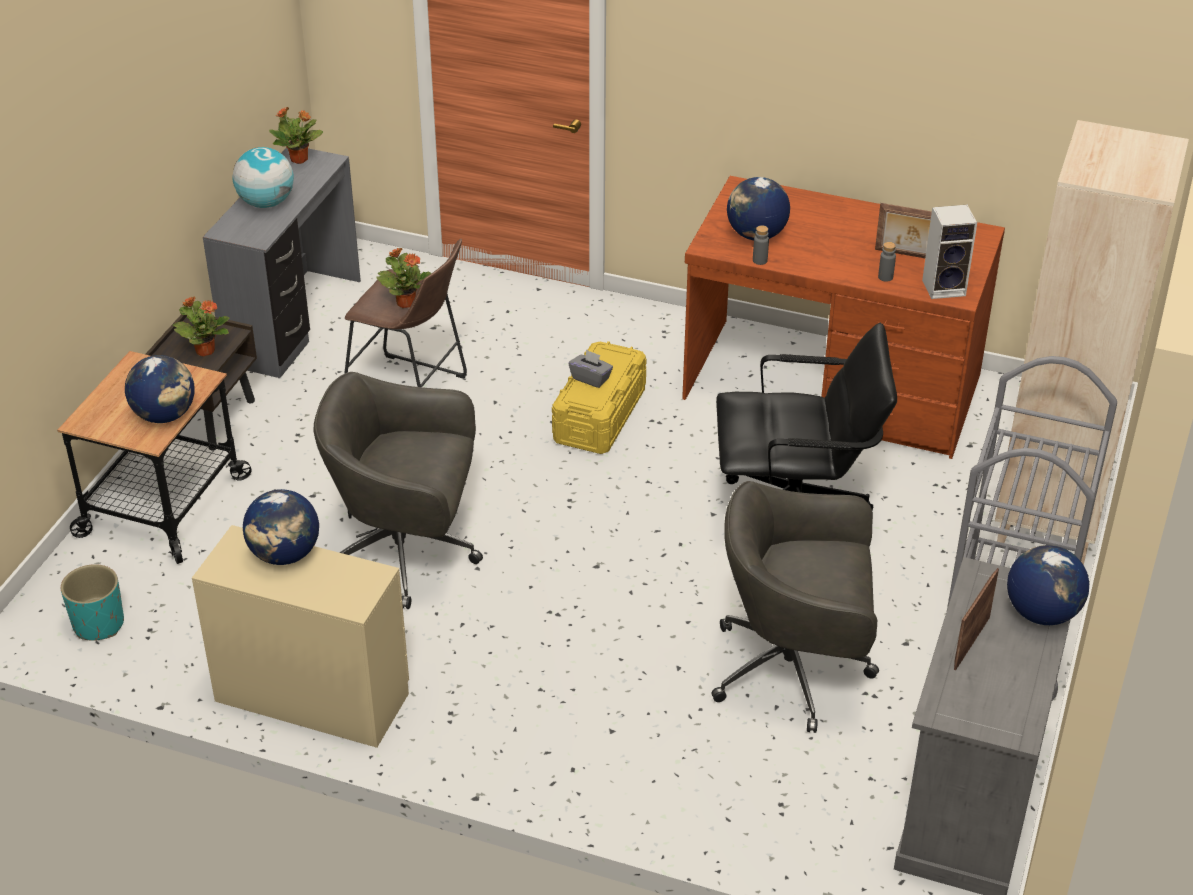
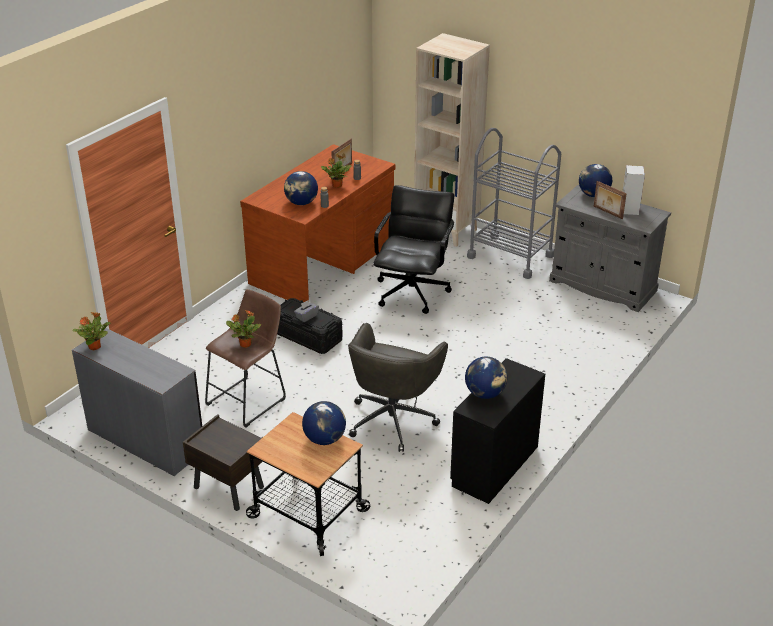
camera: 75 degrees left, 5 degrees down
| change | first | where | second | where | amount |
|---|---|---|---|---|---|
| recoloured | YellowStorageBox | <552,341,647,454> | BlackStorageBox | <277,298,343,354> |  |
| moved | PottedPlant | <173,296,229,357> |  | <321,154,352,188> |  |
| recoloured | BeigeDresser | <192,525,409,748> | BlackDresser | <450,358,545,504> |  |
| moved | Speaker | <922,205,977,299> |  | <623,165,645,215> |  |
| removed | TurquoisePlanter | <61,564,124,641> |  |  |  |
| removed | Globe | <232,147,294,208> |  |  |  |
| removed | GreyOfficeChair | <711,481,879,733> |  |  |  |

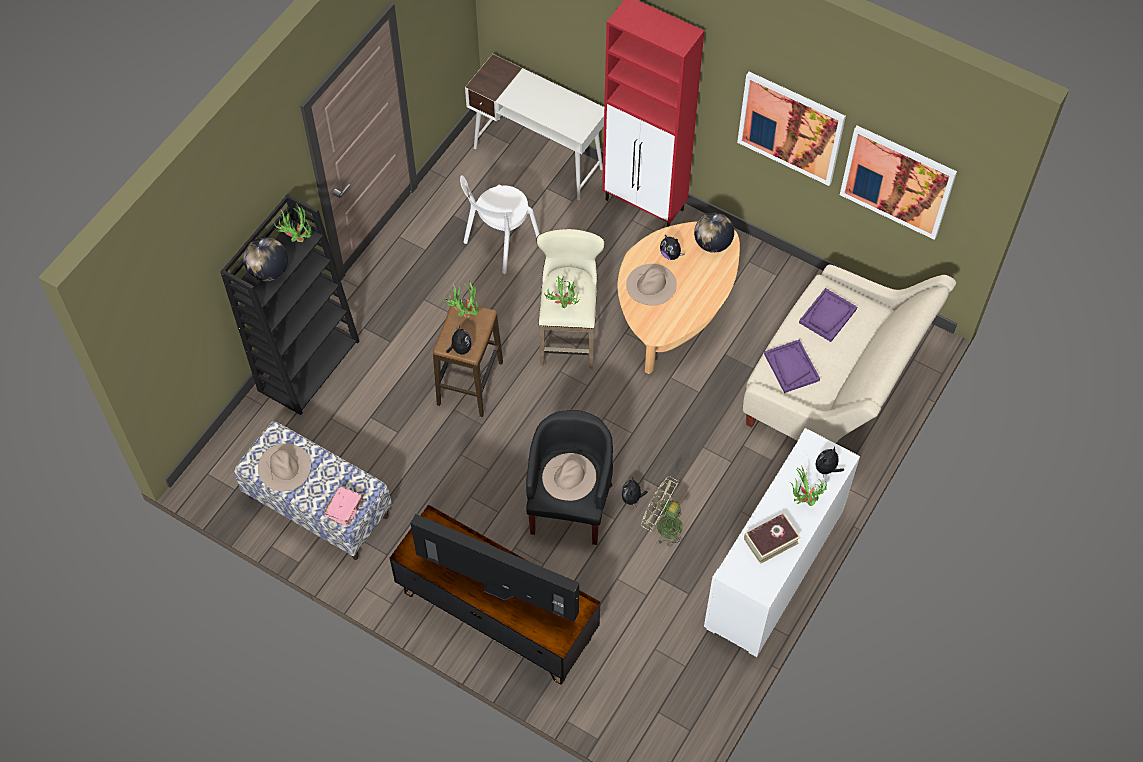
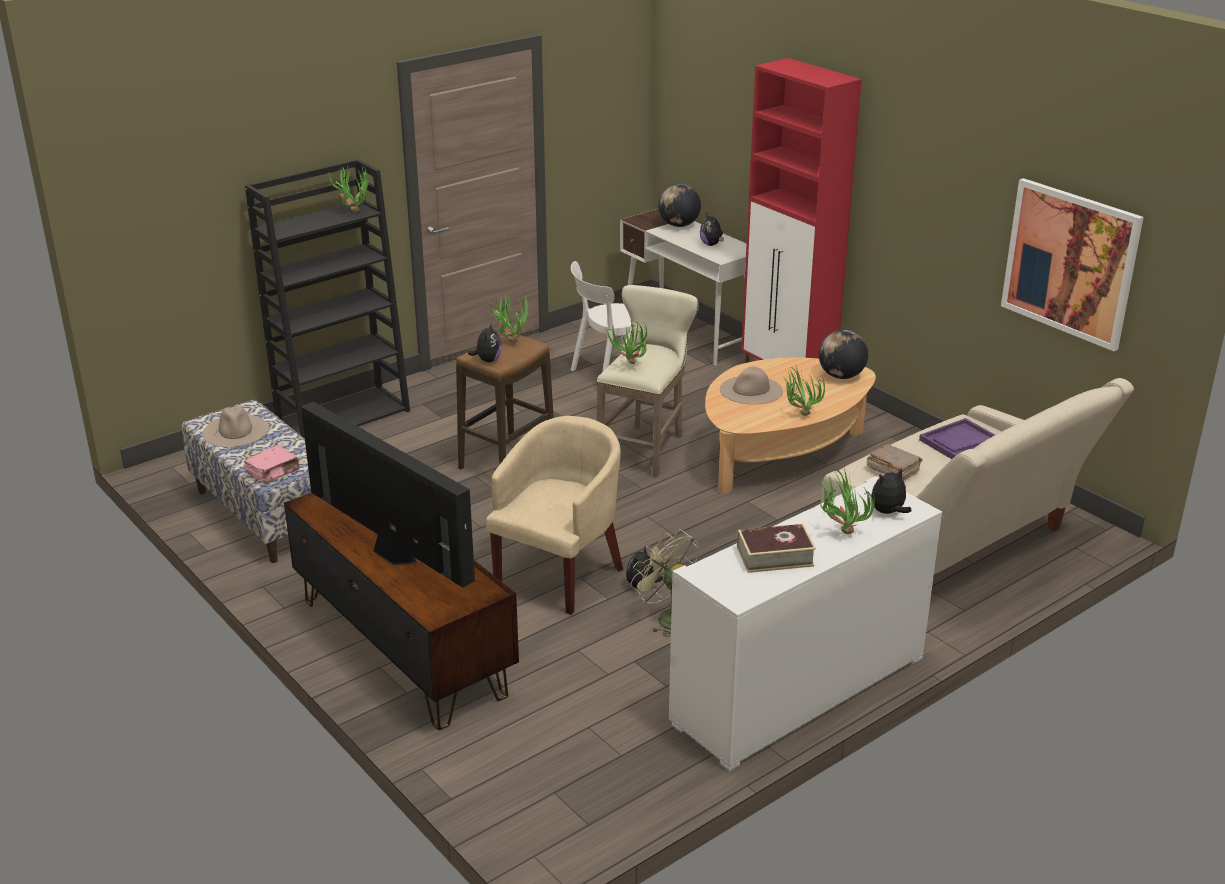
camera: 20 degrees right, 30 degrees down
| change | first | where | second | where | amount |
|---|---|---|---|---|---|
| recoloured | BlackArmchair | <526,410,613,545> | BeigeArmchair | <486,416,623,615> |  |
| moved | Globe | <243,237,288,281> |  | <658,184,701,227> |  |
| moved | PlushToy | <660,235,684,260> |  | <700,212,724,246> |  |
| added |  |  | PottedPlant | <784,367,825,416> |  |
| replaced | PurpleTray | <764,340,820,393> | BrownBook | <867,444,923,480> |  |
| removed | BeigeHat | <542,453,596,501> |  |  |  |
| removed | Picture | <737,72,846,186> |  |  |  |

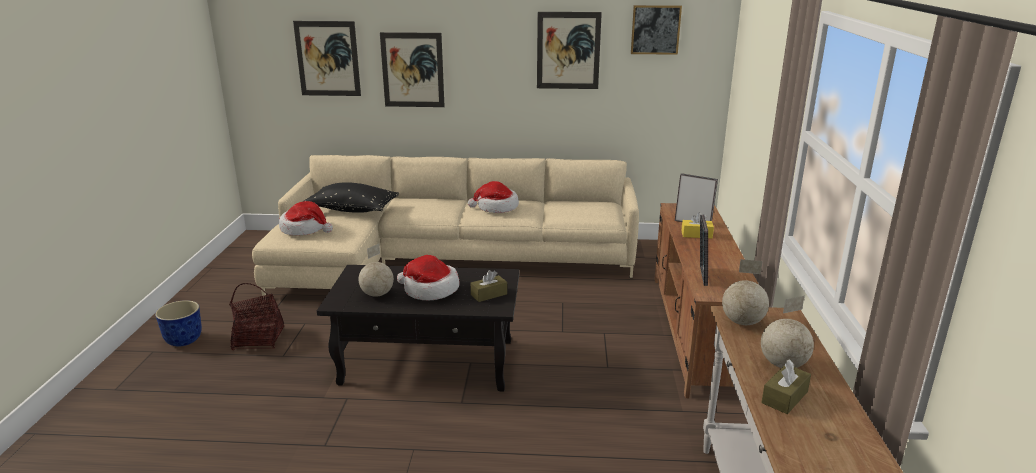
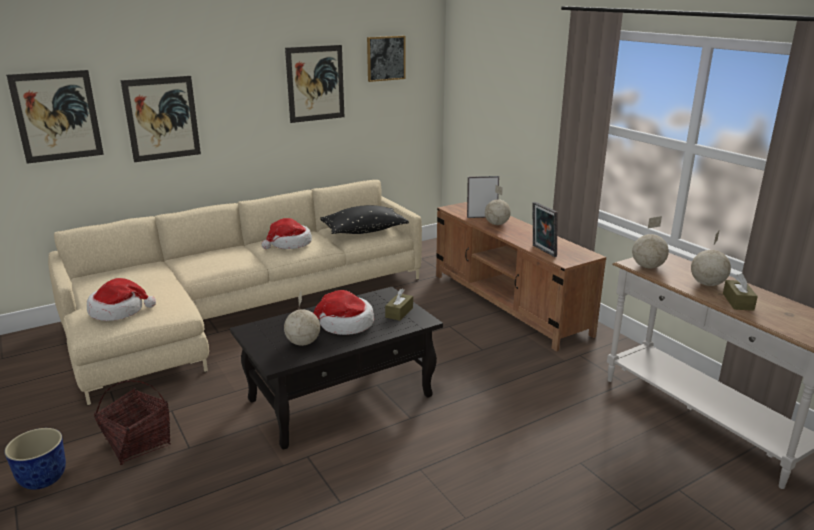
camera: 35 degrees left, 0 degrees up
| change | first | where | second | where | amount |
|---|---|---|---|---|---|
| moved | BlackPillow | <302,182,399,213> |  | <320,205,409,234> |  |
| replaced | YellowTissueBox | <682,212,714,238> | Globe | <485,185,511,225> |  |

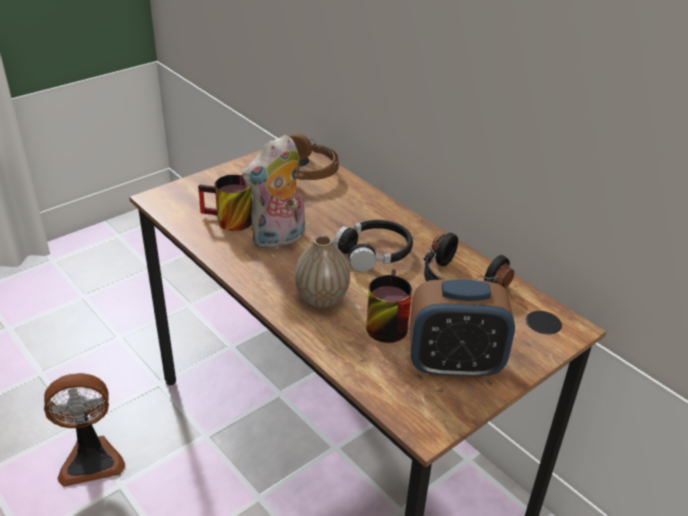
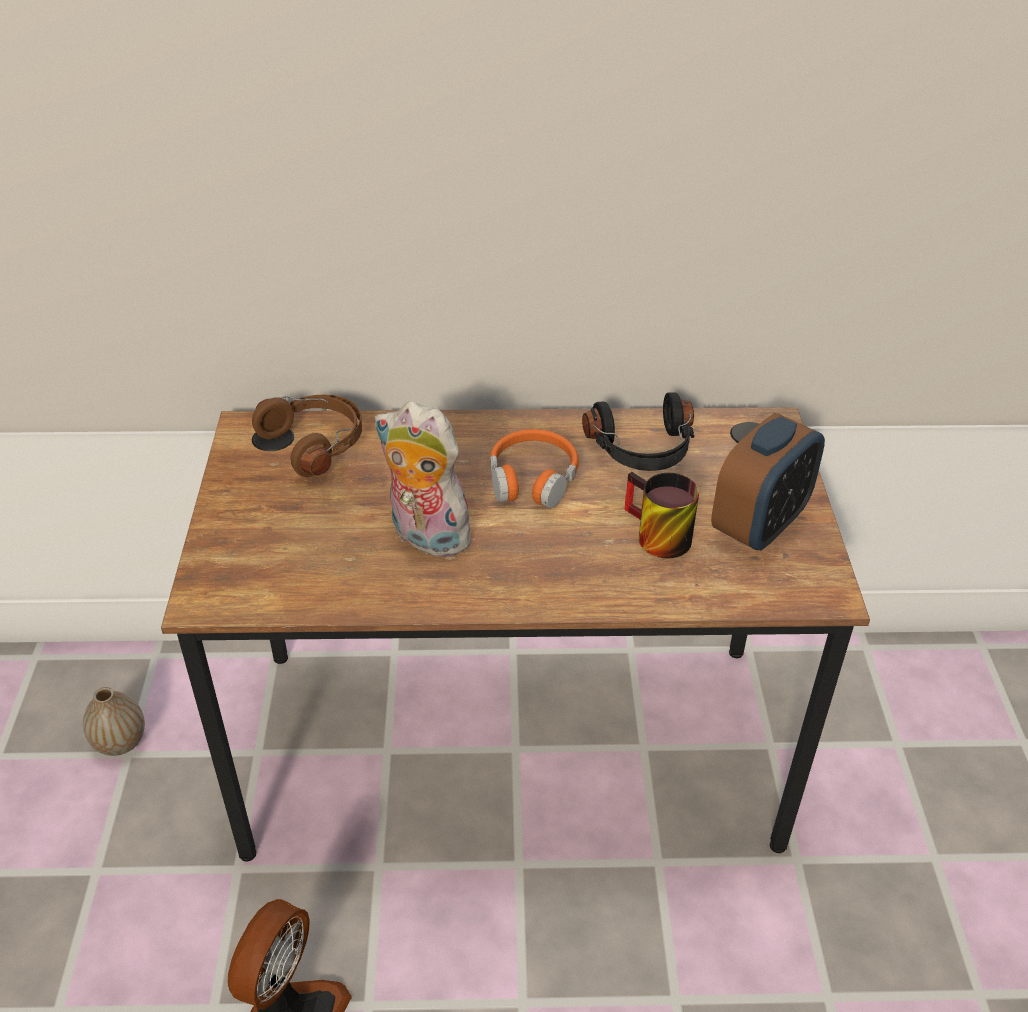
camera: 50 degrees left, 5 degrees up
| change | first | where | second | where | amount |
|---|---|---|---|---|---|
| moved | Vase | <295,235,350,308> |  | <83,687,145,756> |  |
| turned | PlushToy | <242,135,305,250> |  | <375,401,478,559> | 120 degrees clockwise |
| recoloured | BlackHeadphones | <334,220,413,272> | OrangeHeadphones | <490,429,579,508> |  |
| removed | Mug | <198,174,252,231> |  |  |  |

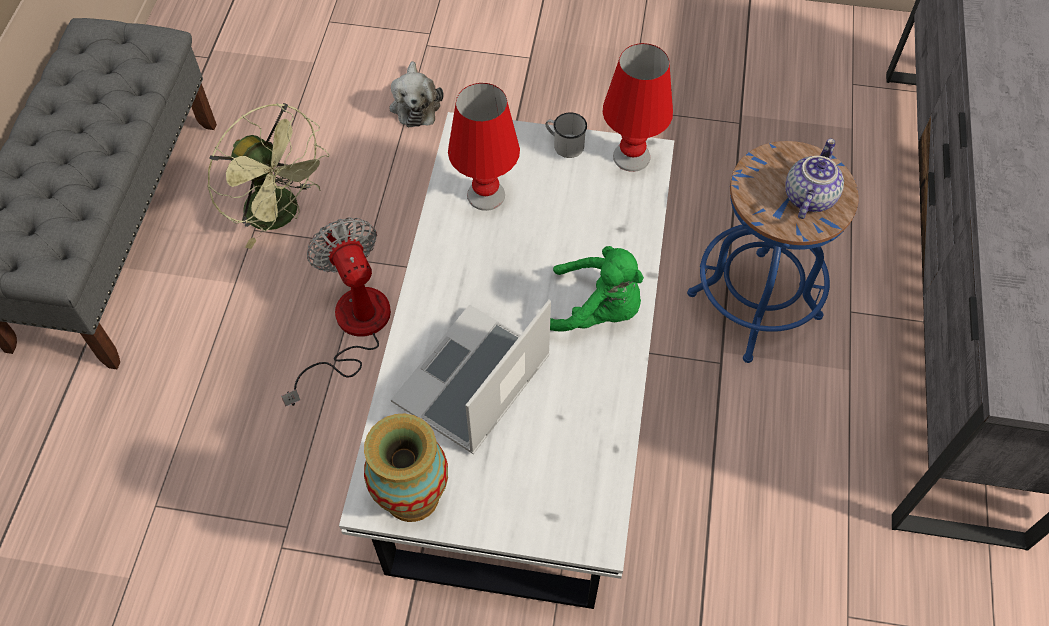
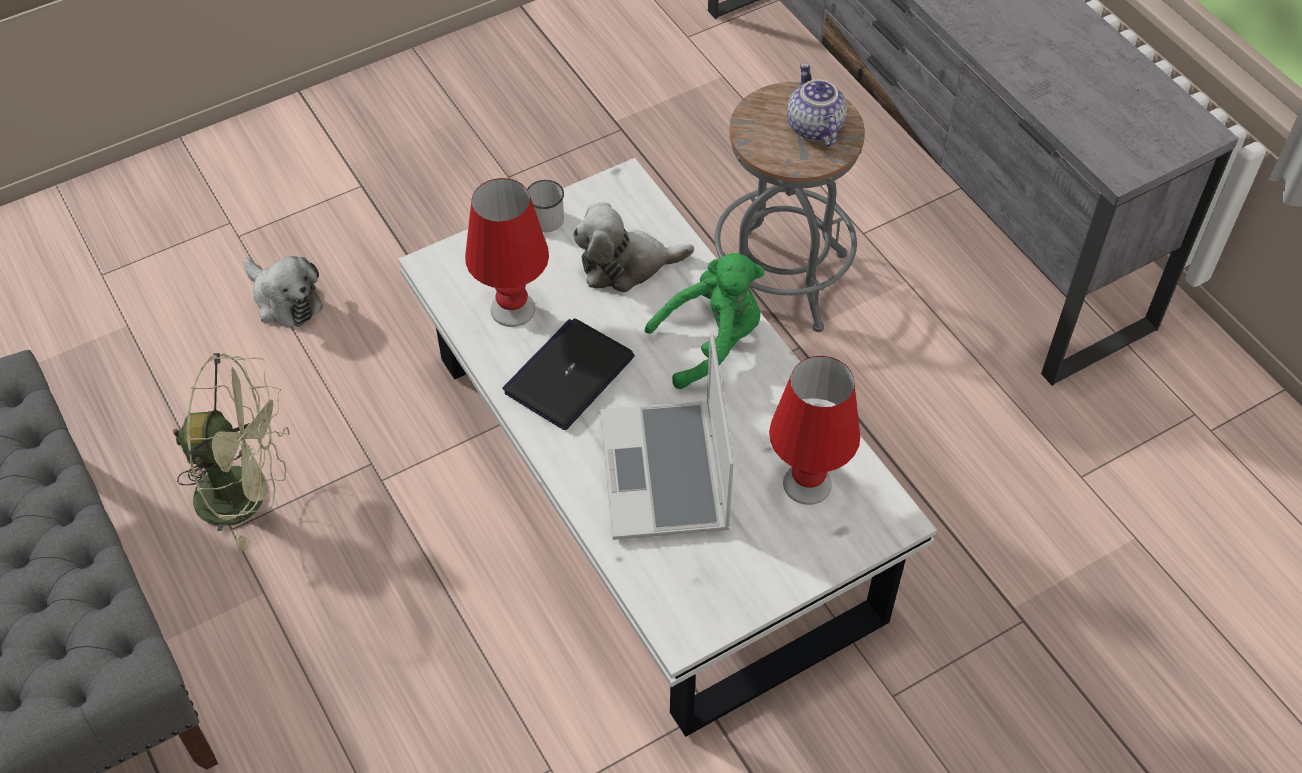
camera: 40 degrees left, 5 degrees down
| change | first | where | second | where | amount |
|---|---|---|---|---|---|
| added |  |  | Laptop | <502,319,635,430> |  |
| added |  |  | PlushToy | <573,203,694,292> |  |
| recoloured | BlueStool | <687,141,859,363> | GreyStool | <715,82,865,332> |  |
| moved | RedTableLamp | <602,43,673,172> |  | <769,356,860,505> |  |
| removed | Fan | <281,217,391,407> |  |  |  |
| removed | Vase | <364,414,448,522> |  |  |  |

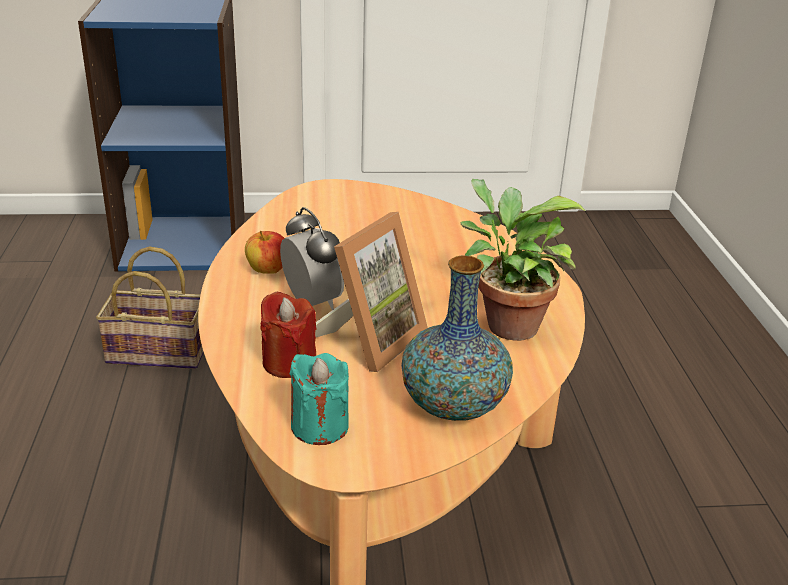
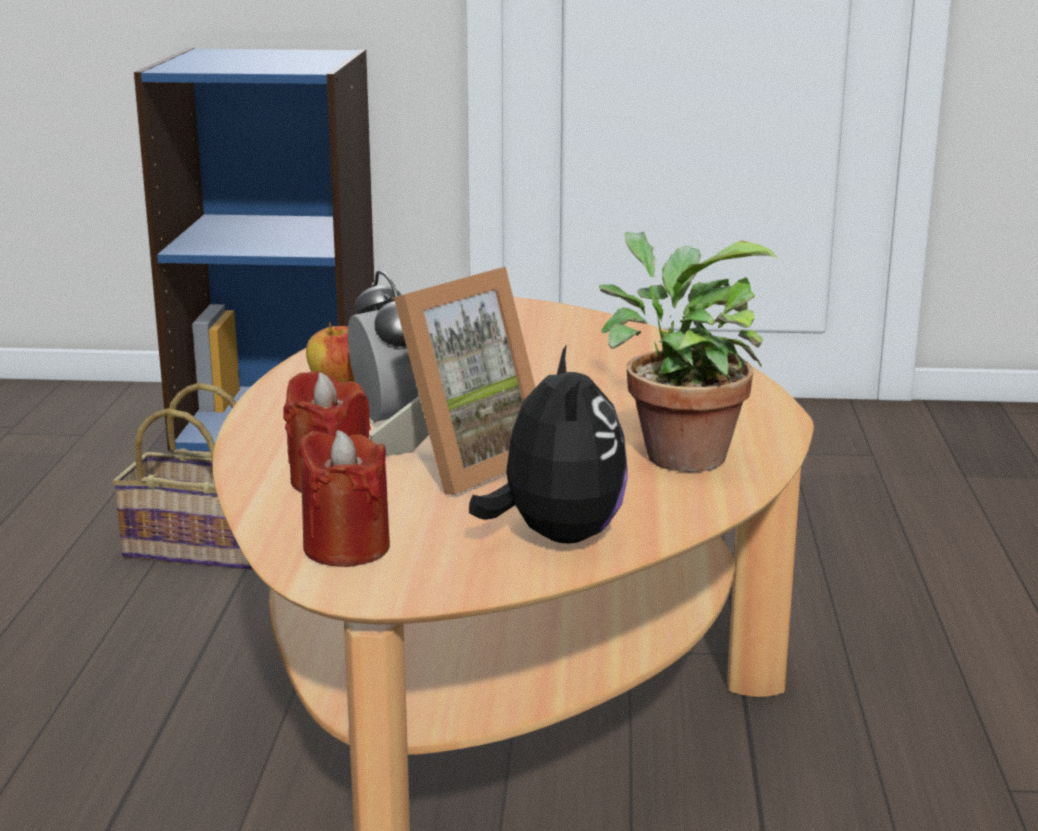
camera: 10 degrees right, 10 degrees down
| change | first | where | second | where | amount |
|---|---|---|---|---|---|
| recoloured | TurquoiseCandle | <290,353,349,445> | RedCandle | <297,430,390,567> |  |
| replaced | Vase | <401,256,513,421> | PlushToy | <469,344,628,544> |  |

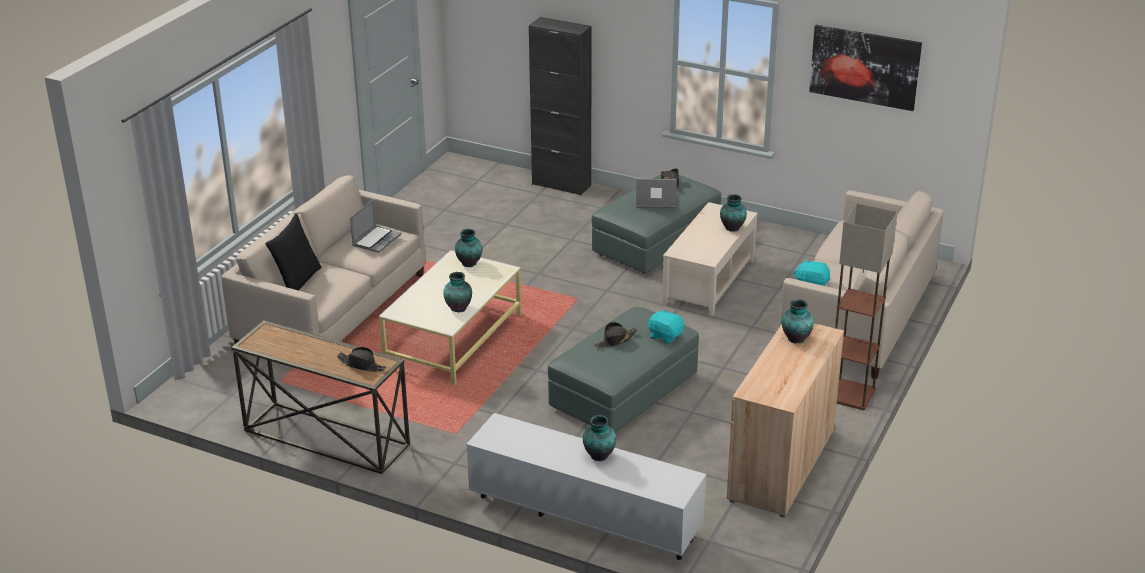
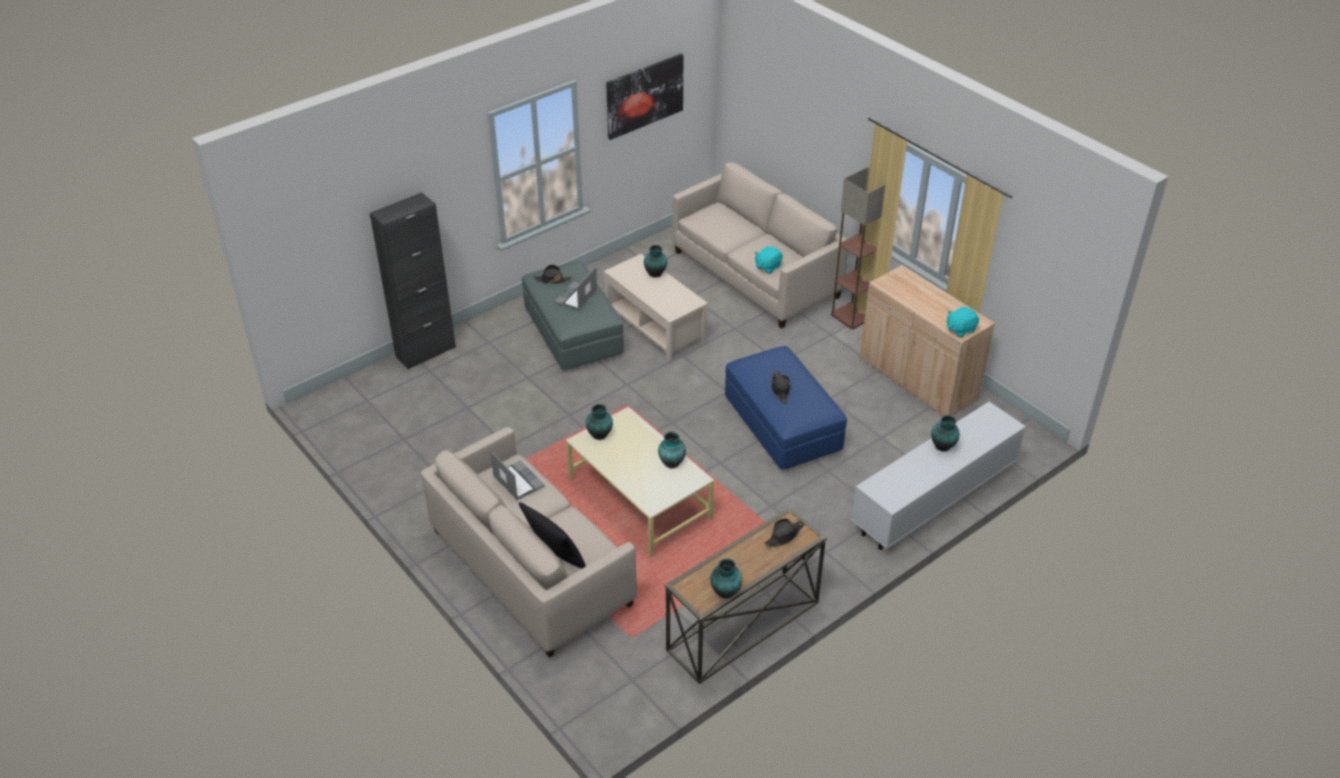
camera: 65 degrees left, 10 degrees up
| change | first | where | second | where | amount |
|---|---|---|---|---|---|
| moved | Vase | <782,299,814,344> |  | <710,558,742,599> |  |
| recoloured | GreyOttoman | <548,307,699,433> | BlueOttoman | <725,346,847,470> |  |
| moved | TurquoisePlushToy | <648,309,684,344> |  | <947,307,979,338> |  |

